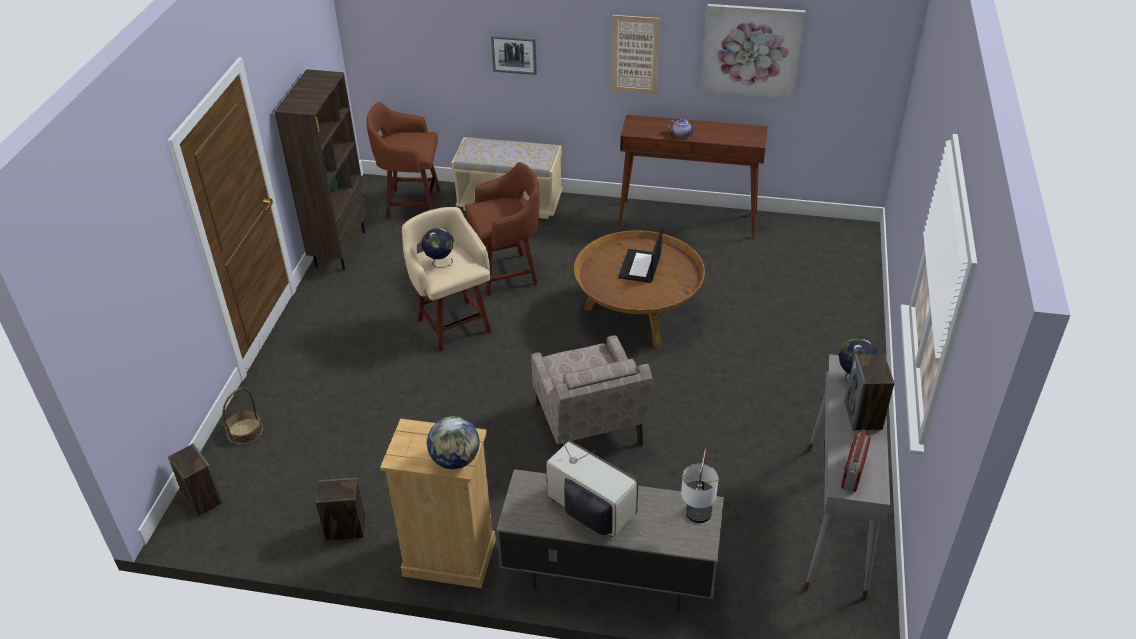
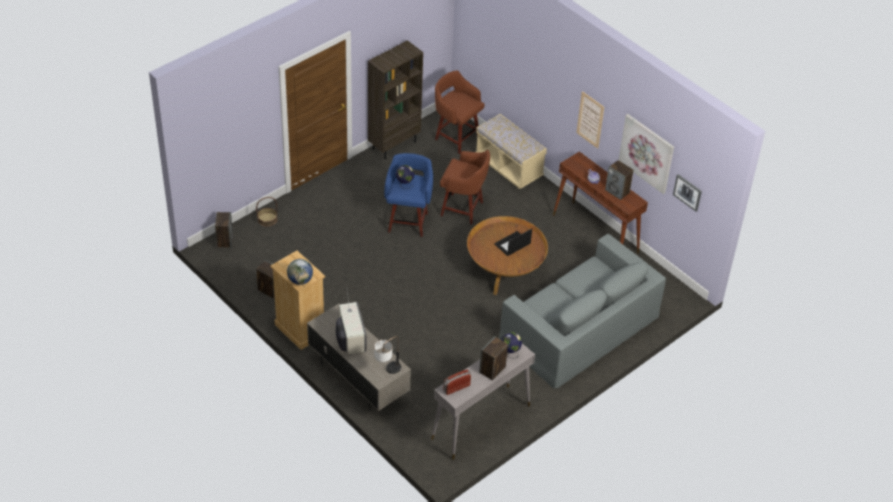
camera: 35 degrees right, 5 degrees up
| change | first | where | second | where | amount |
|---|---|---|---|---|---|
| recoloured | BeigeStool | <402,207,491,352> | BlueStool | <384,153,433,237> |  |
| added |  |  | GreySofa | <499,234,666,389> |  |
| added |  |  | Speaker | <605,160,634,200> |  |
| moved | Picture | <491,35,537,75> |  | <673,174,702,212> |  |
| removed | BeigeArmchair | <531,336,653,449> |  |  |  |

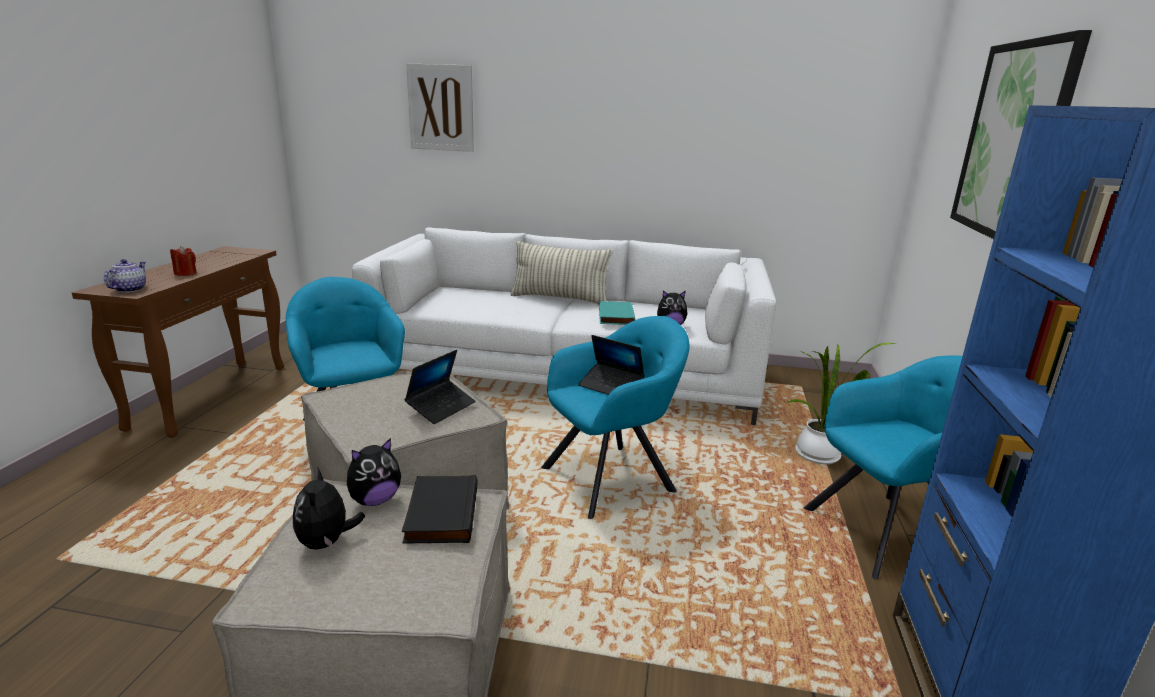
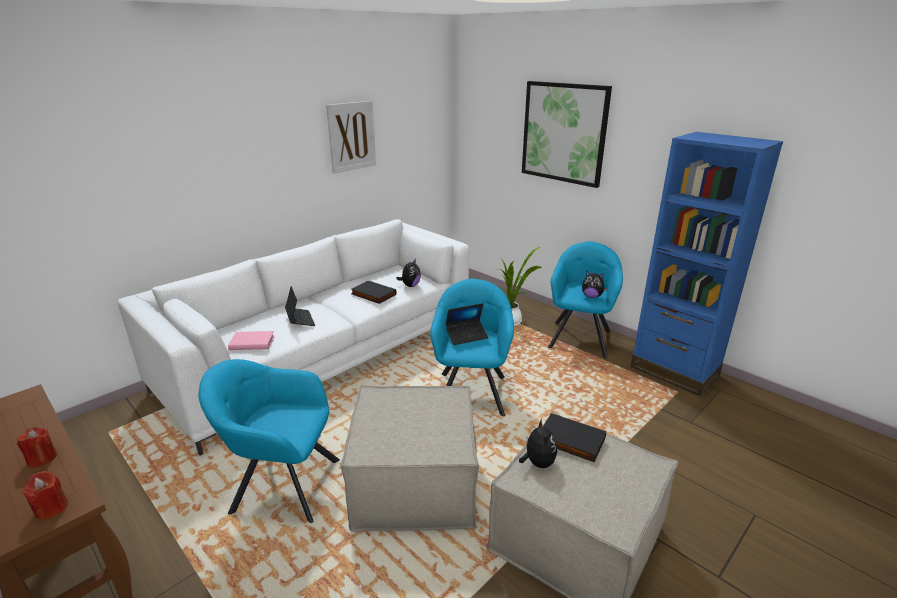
camera: 55 degrees left, 5 degrees up
| change | first | where | second | where | amount |
|---|---|---|---|---|---|
| replaced | Teapot | <104,259,146,293> | RedCandle | <22,471,68,520> |  |
| added |  |  | PinkBook | <228,331,275,350> |  |
| moved | Laptop | <404,350,476,424> |  | <285,286,315,326> |  |
| moved | Picture | <406,63,474,152> |  | <326,101,376,173> |  |
| recoloured | TurquoiseBook | <599,301,635,325> | BlackBook | <351,280,396,304> |  |
| moved | PlushToy | <293,467,365,549> |  | <582,271,607,298> |  |
| removed | Pillow | <510,241,613,305> |  |  |  |

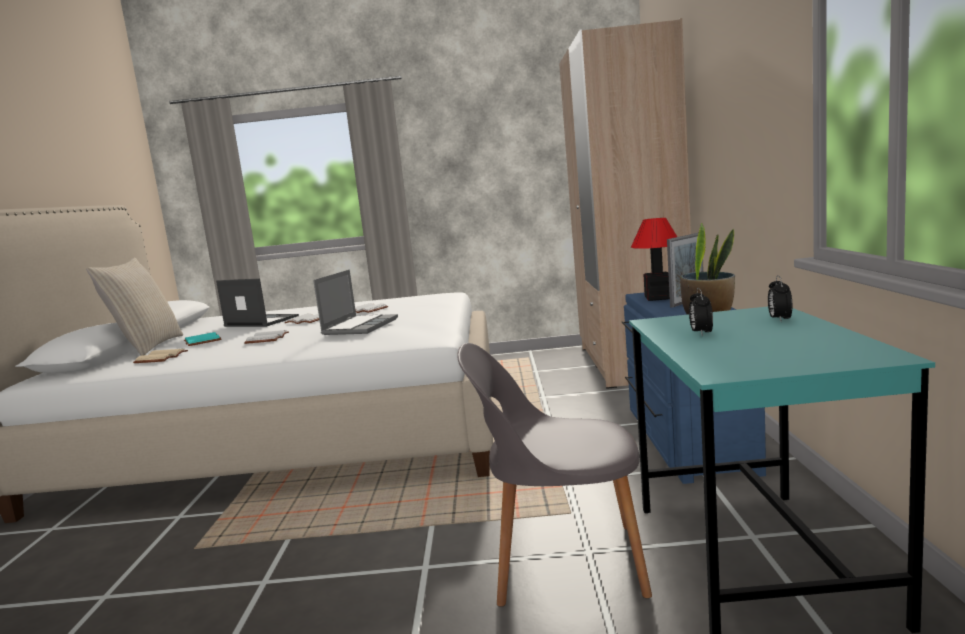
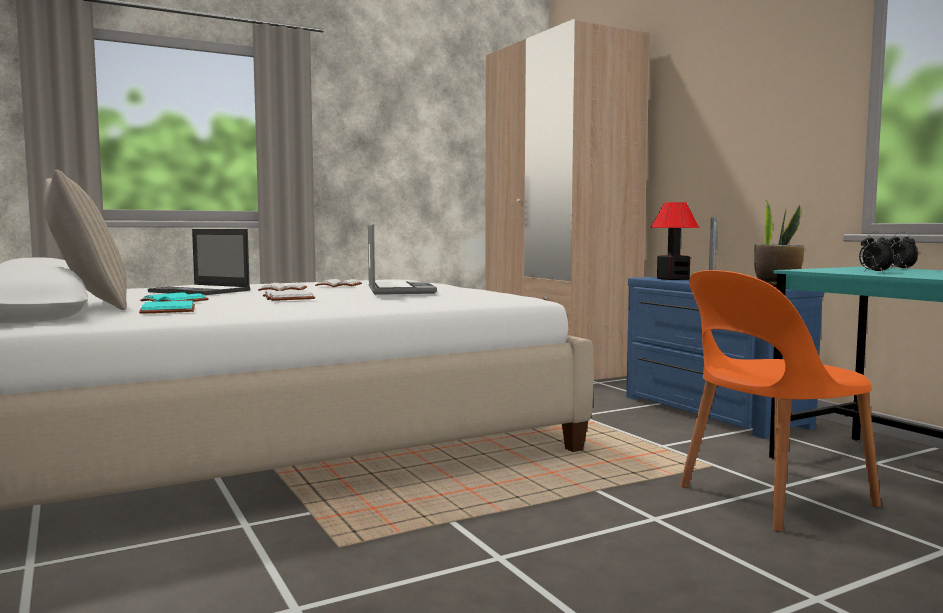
camera: 30 degrees left, 5 degrees down
| change | first | where | second | where | amount |
|---|---|---|---|---|---|
| recoloured | BeigeBook | <133,348,188,363> | TurquoiseBook | <139,301,195,314> |  |
| turned | Laptop | <216,278,299,327> |  | <148,229,250,295> | 150 degrees counterclockwise |
| recoloured | GreyChair | <457,343,652,607> | OrangeChair | <680,270,881,532> |  |

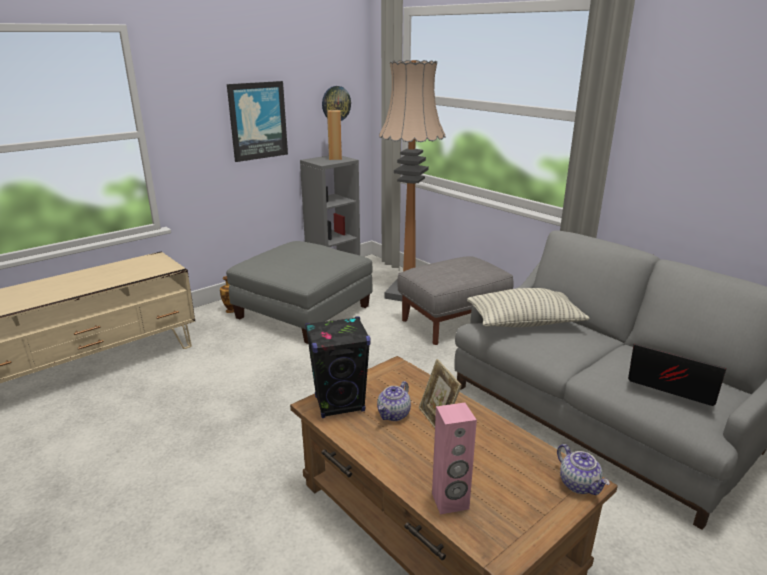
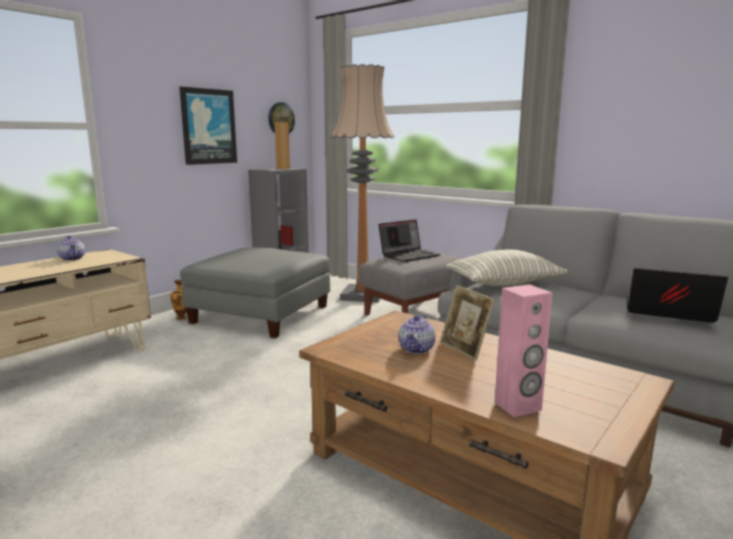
camera: 10 degrees left, 10 degrees down
| change | first | where | second | where | amount |
|---|---|---|---|---|---|
| moved | Teapot | <557,444,610,495> |  | <57,235,85,261> |  |
| added |  |  | Laptop | <378,220,441,262> |  |
| removed | BlackSpeaker | <305,316,371,418> |  |  |  |

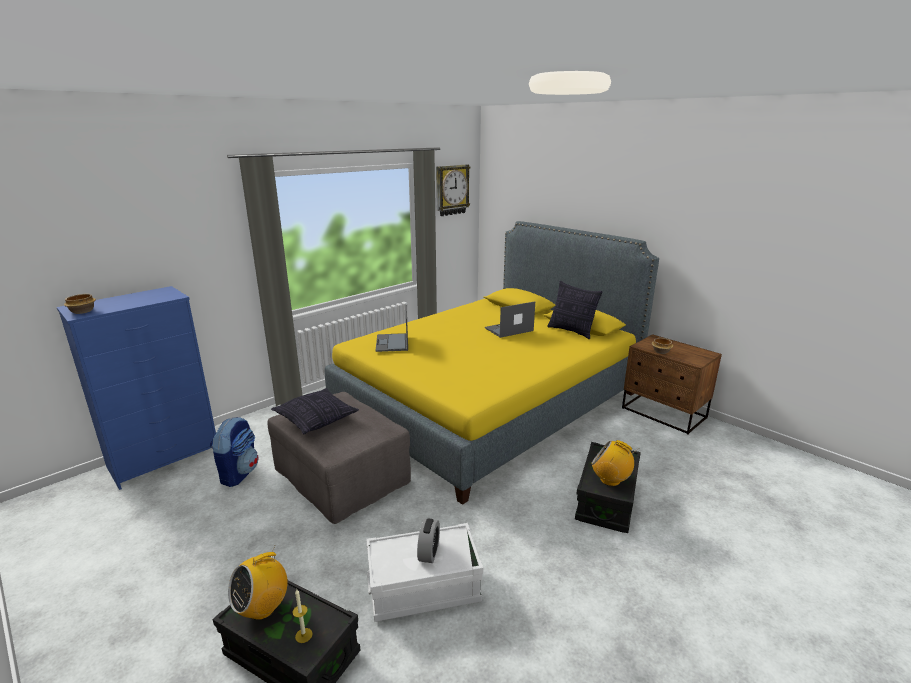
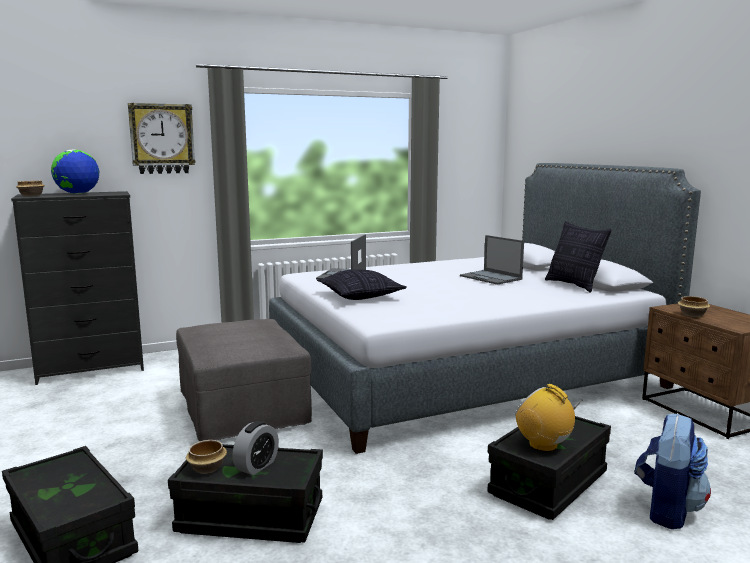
camera: 20 degrees right, 10 degrees down
| change | first | where | second | where | amount |
|---|---|---|---|---|---|
| recoloured | BlueDresser | <57,286,216,490> | BlackDresser | <11,191,144,385> |  |
| added |  |  | Globe | <51,149,99,194> |  |
| moved | WallClock | <436,165,471,216> |  | <128,103,195,174> |  |
| recoloured | WhiteStorageBox | <366,523,483,622> | BlackStorageBox | <168,444,323,543> |  |
| added |  |  | Bowl | <186,440,227,474> |  |
| recoloured | YellowBed | <325,221,659,505> | GreyBed | <269,163,701,454> |  |
| moved | Pillow | <271,388,359,435> |  | <317,269,407,300> |  |
| turned | Laptop | <485,301,535,338> |  | <460,235,524,285> | 120 degrees counterclockwise |
| moved | Backpack | <210,417,258,487> |  | <634,413,711,529> |  |
| removed | Radio | <228,545,288,620> |  |  |  |
| removed | Candle | <292,590,313,643> |  |  |  |

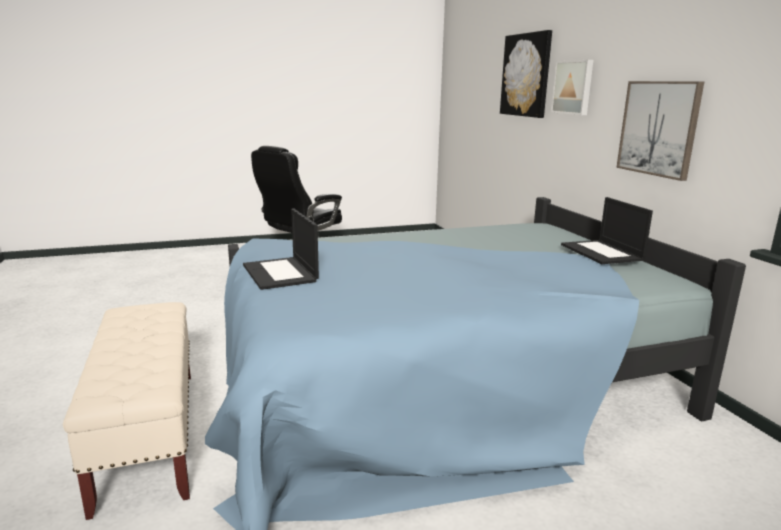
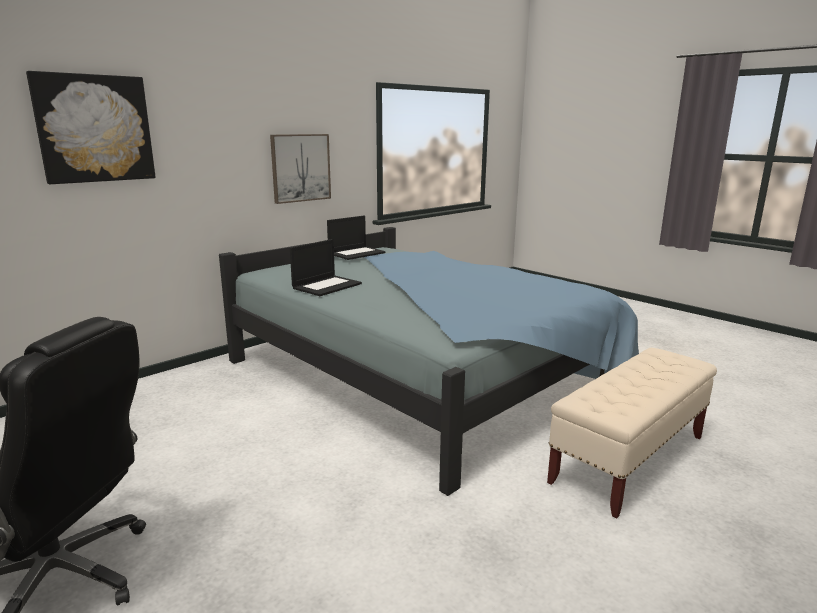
camera: 115 degrees left, 0 degrees up
| change | first | where | second | where | amount |
|---|---|---|---|---|---|
| moved | Laptop | <243,208,319,290> |  | <290,239,362,296> |  |
| removed | Picture | <551,60,593,115> |  |  |  |

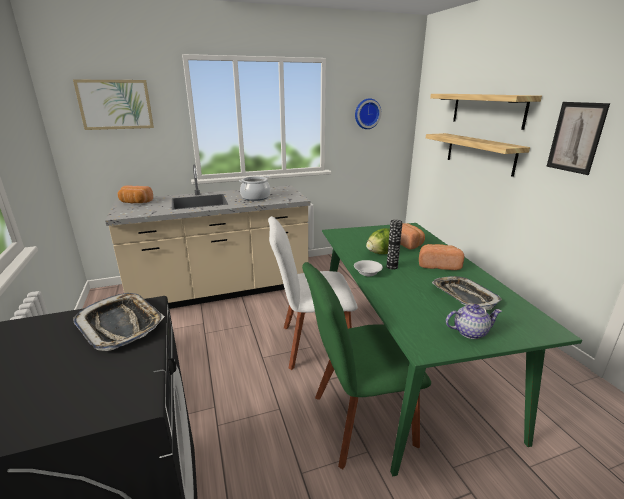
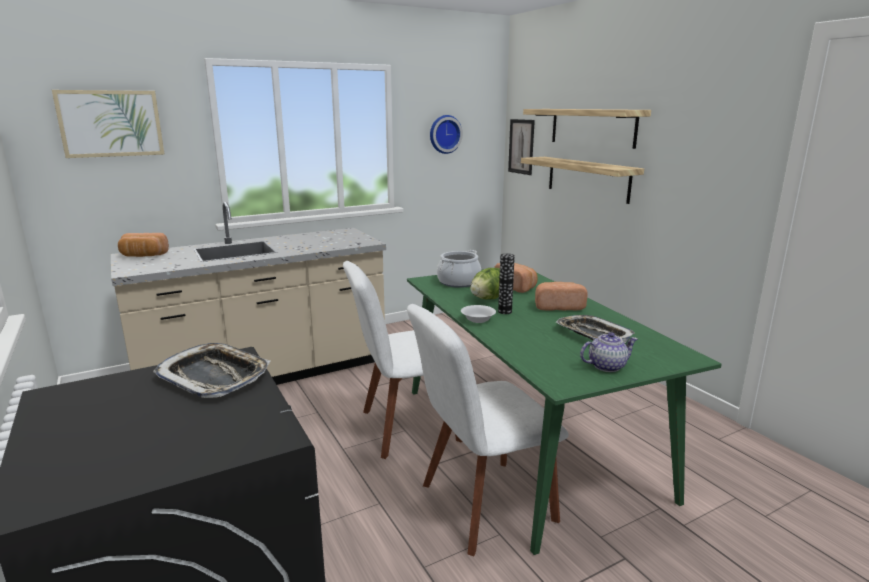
camera: 10 degrees left, 5 degrees down
| change | first | where | second | where | amount |
|---|---|---|---|---|---|
| recoloured | GreenChair | <302,262,431,469> | WhiteChair | <407,304,569,556> |  |
| moved | CookingPot | <239,176,270,201> |  | <437,250,481,288> |  |
| moved | Picture | <546,102,610,175> |  | <508,119,535,175> |  |

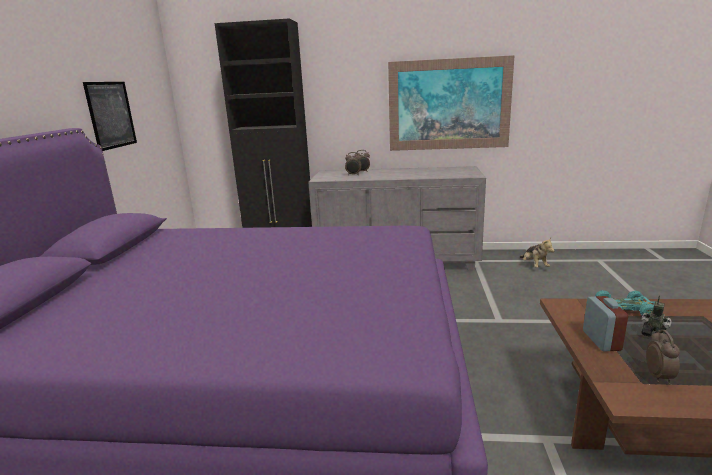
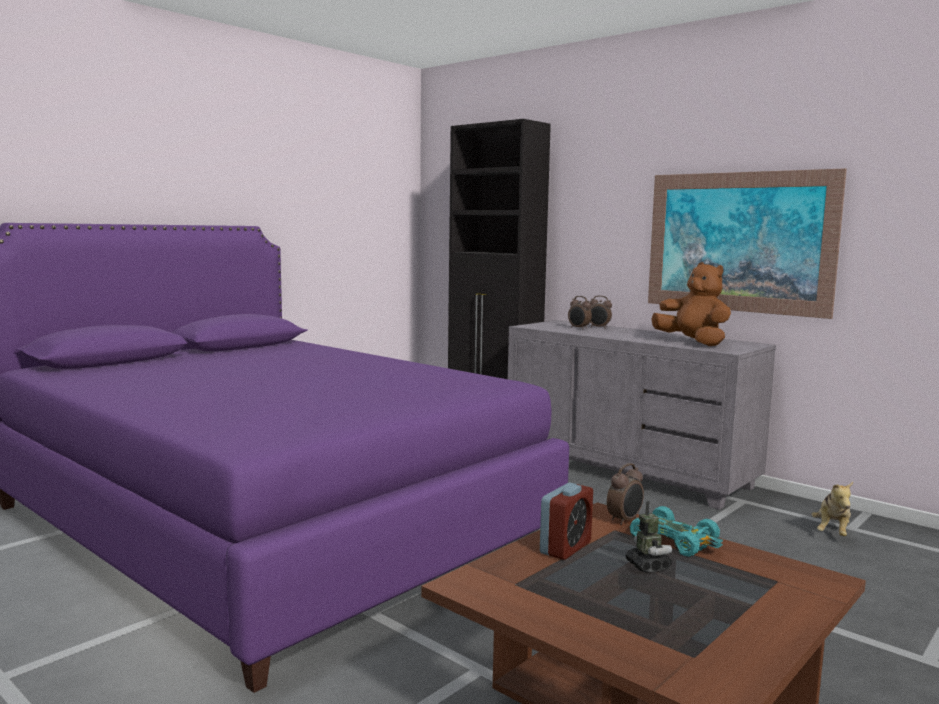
camera: 35 degrees right, 10 degrees down
| change | first | where | second | where | amount |
|---|---|---|---|---|---|
| moved | AlarmClock | <646,330,680,385> |  | <607,463,644,525> |  |
| added |  |  | BrownPlushToy | <651,262,731,346> |  |
| removed | Picture | <83,82,137,151> |  |  |  |

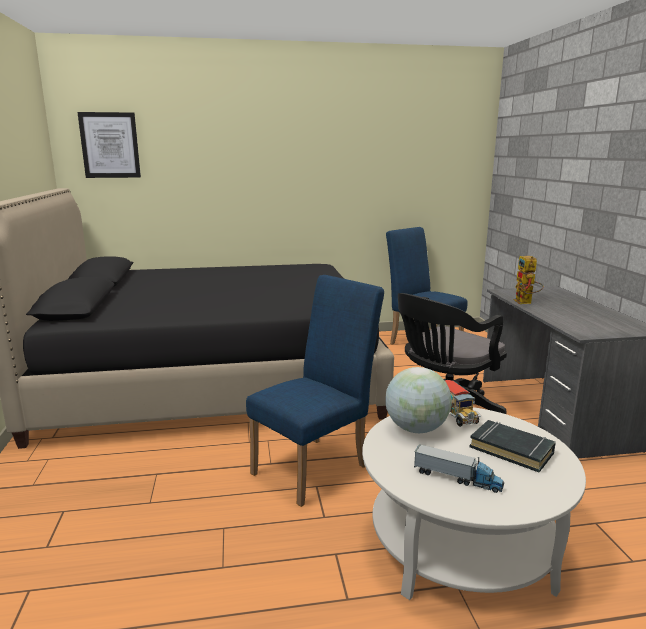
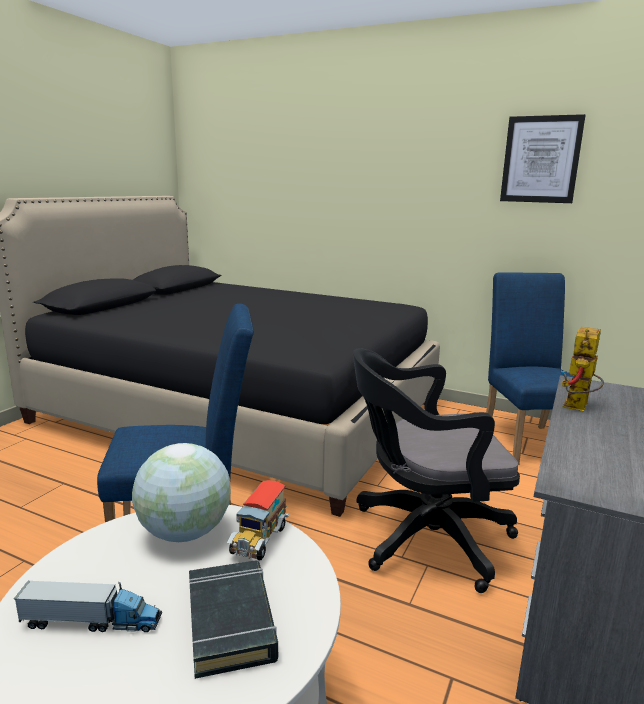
camera: 35 degrees right, 0 degrees up
| change | first | where | second | where | amount |
|---|---|---|---|---|---|
| turned | ToyTruck | <414,444,504,493> |  | <14,581,162,632> | 60 degrees counterclockwise |
| moved | Picture | <77,112,141,178> |  | <500,114,585,203> |  |

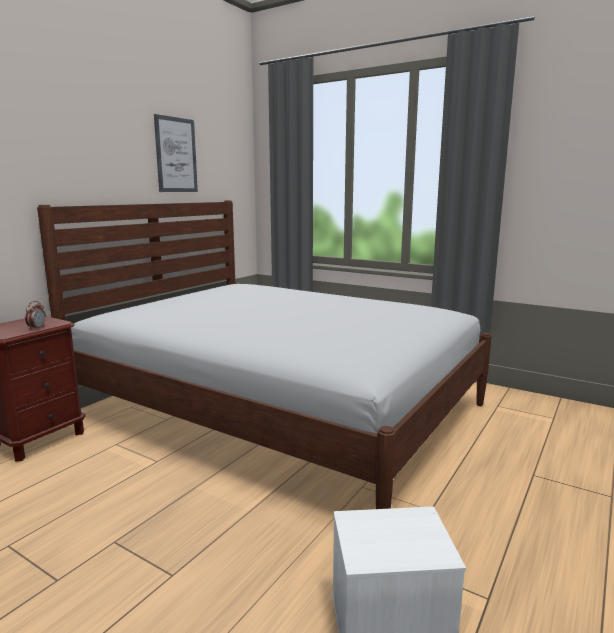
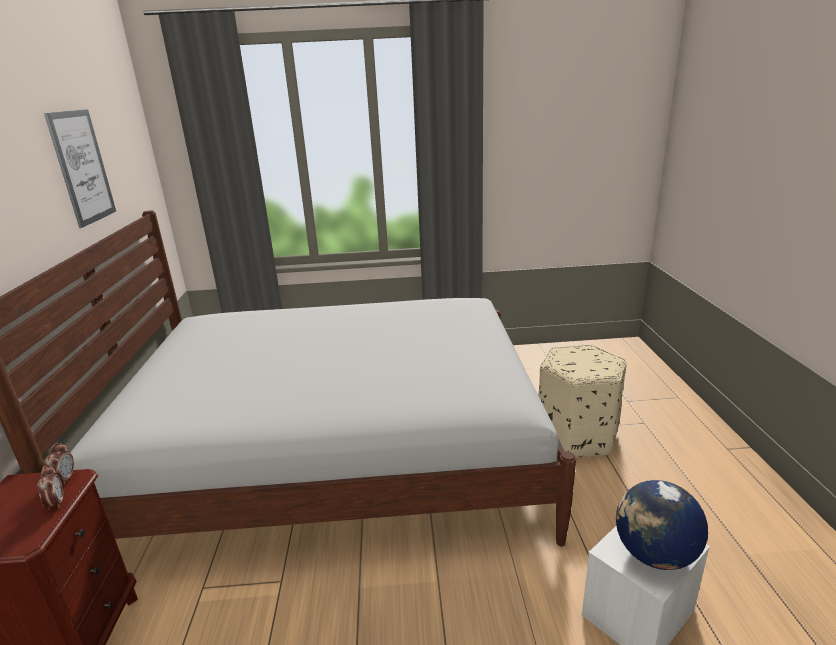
camera: 35 degrees left, 10 degrees up
| change | first | where | second | where | amount |
|---|---|---|---|---|---|
| added |  |  | AlarmClock | <45,443,74,485> |  |
| added |  |  | BeigeOttoman | <538,345,627,457> |  |
| added |  |  | Globe | <616,480,708,570> |  |

